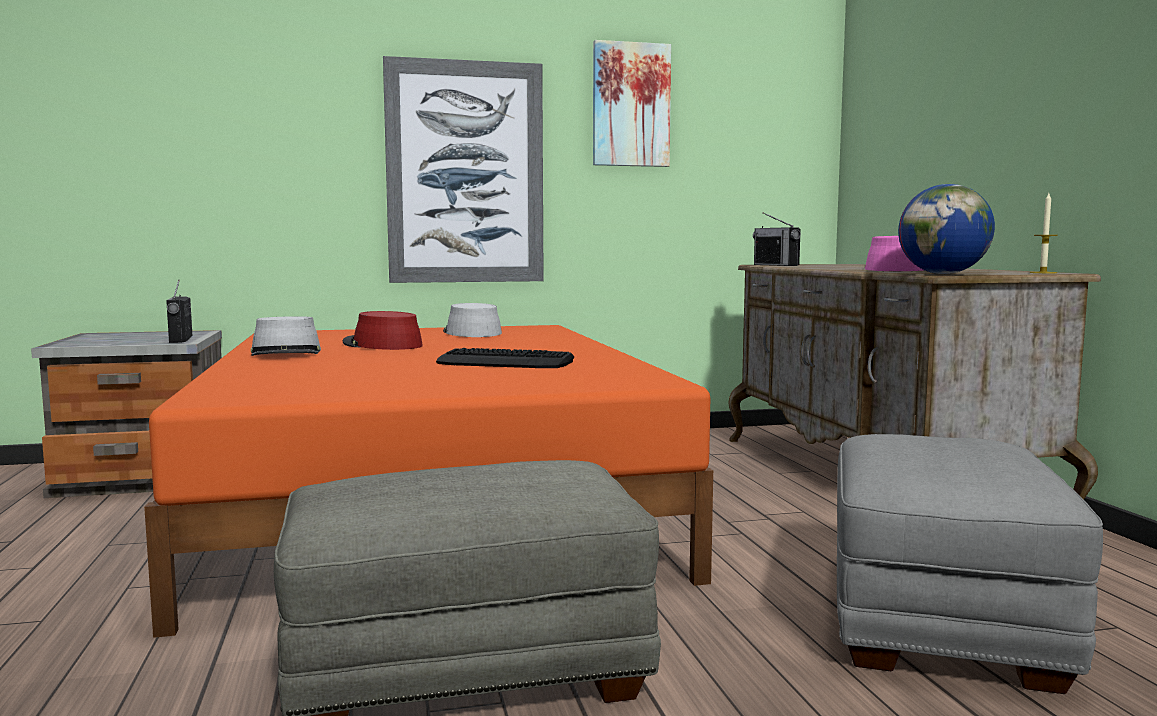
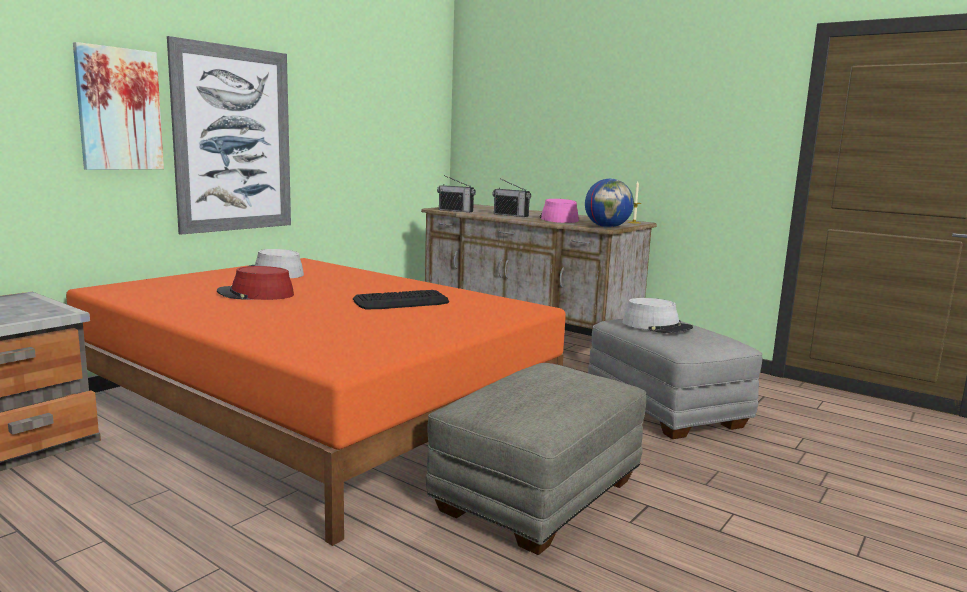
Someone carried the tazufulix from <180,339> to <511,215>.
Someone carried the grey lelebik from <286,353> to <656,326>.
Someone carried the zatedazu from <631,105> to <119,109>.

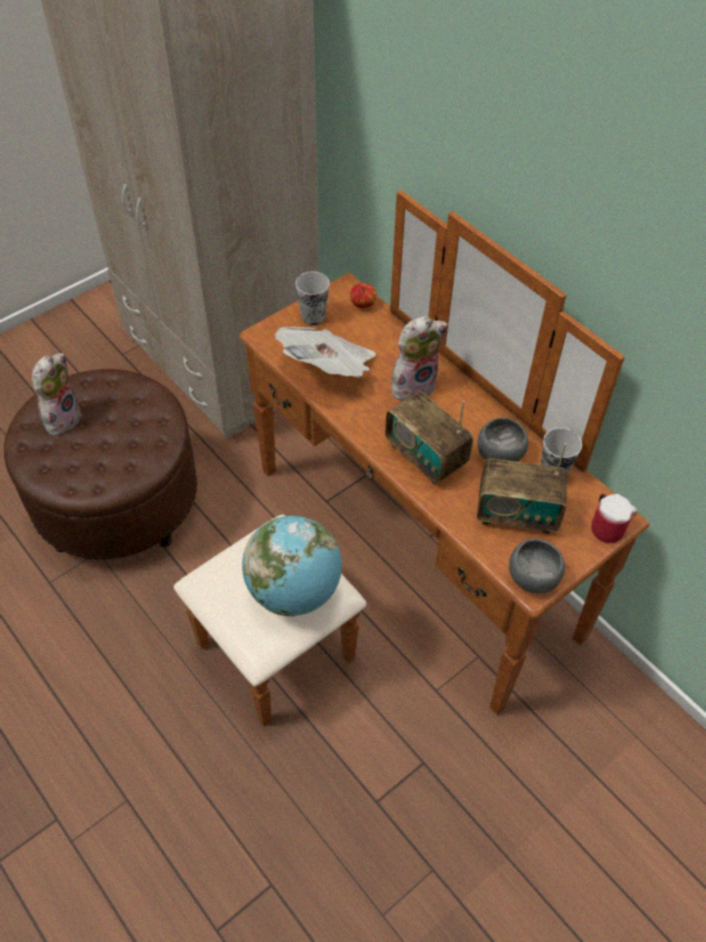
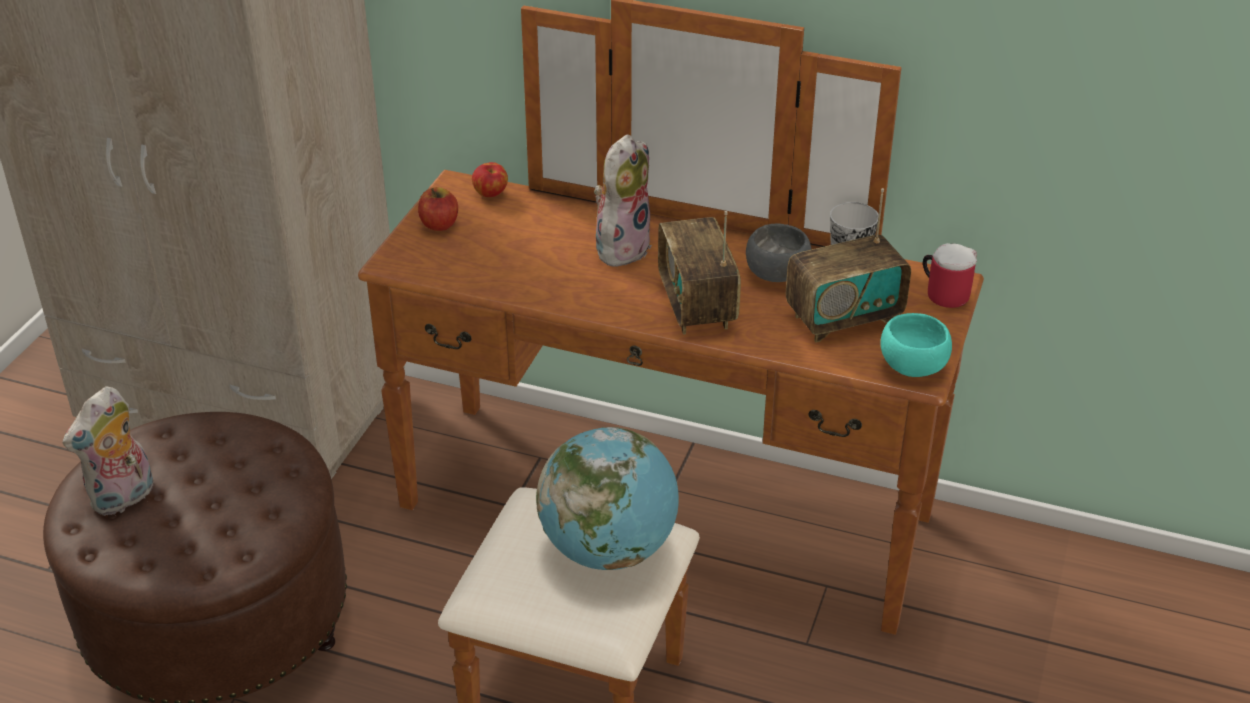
Someone rotated the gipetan at <61,417> by 135 degrees counterclockwise.
Someone took away the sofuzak at <328,368>.
Someone swapped the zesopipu at <313,316> for the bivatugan at <439,224>.
Someone rotated the tazufulix at <426,456> by 60 degrees clockwise.
Someone repainted the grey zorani at <532,578>, which became the turquoise zorani at <912,368>.

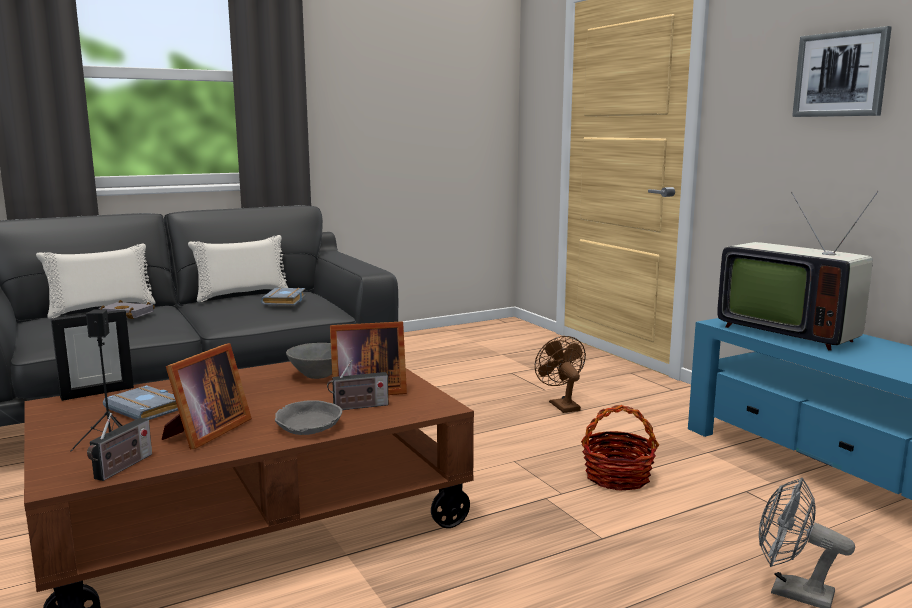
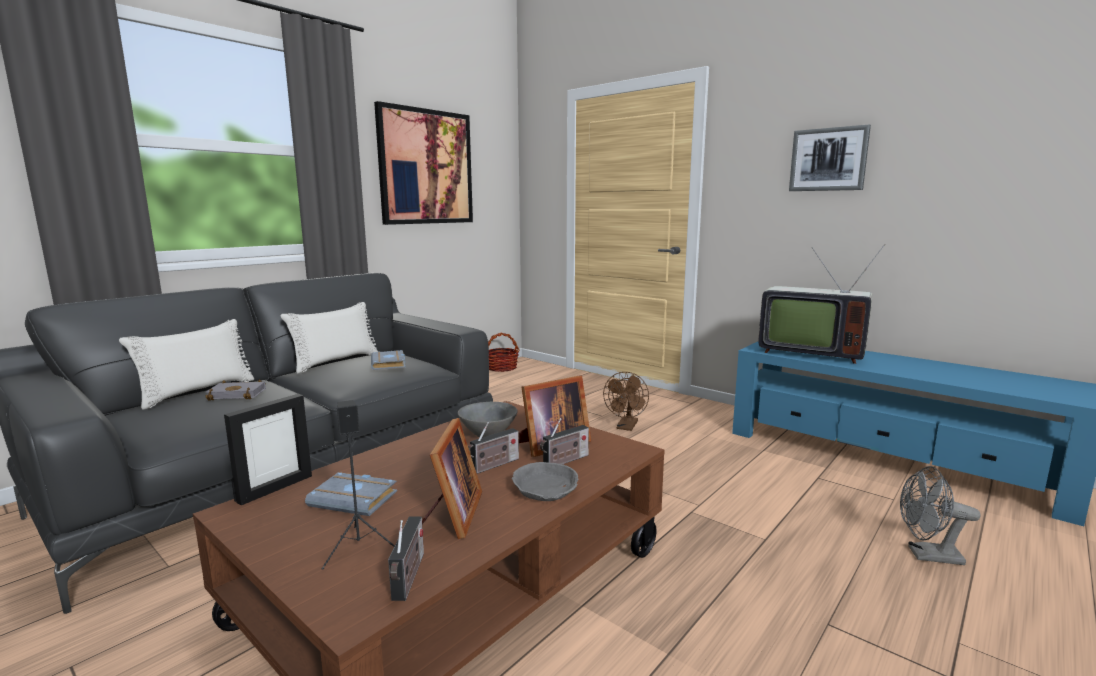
Someone rotated the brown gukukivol at <561,405> by 120 degrees counterclockwise.
Someone carried the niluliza from <617,477> to <501,368>.
Someone put up the zatedazu at <426,167>.
Someone put down the tazufulix at <493,466>.

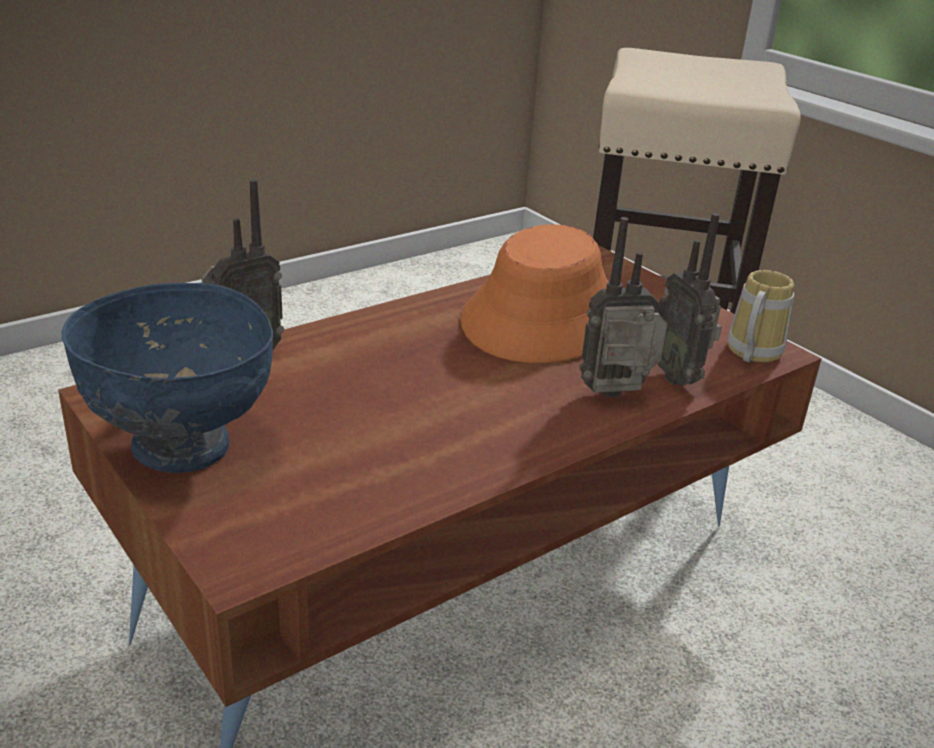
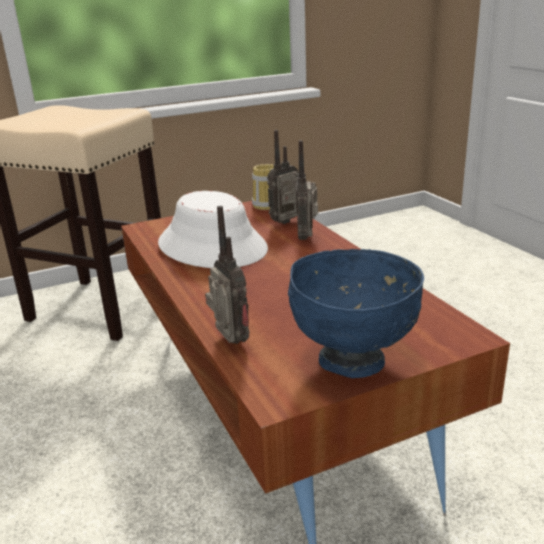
Someone repainted the orange lelebik at <544,318>, which became the white lelebik at <213,246>.
Someone rotated the tazufulix at <679,377> by 150 degrees clockwise.

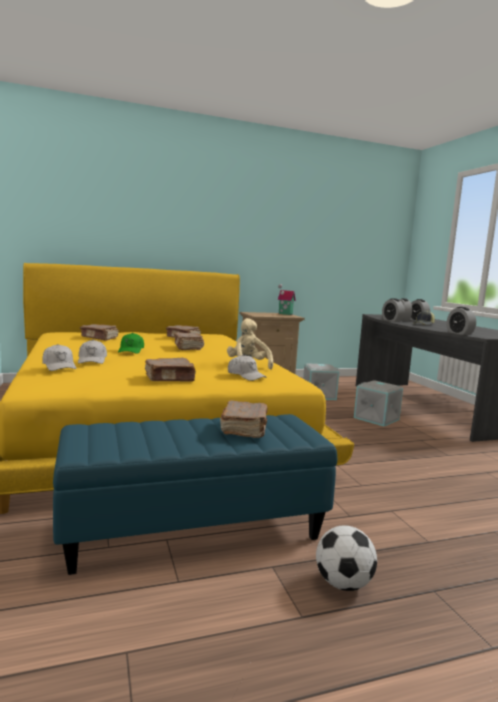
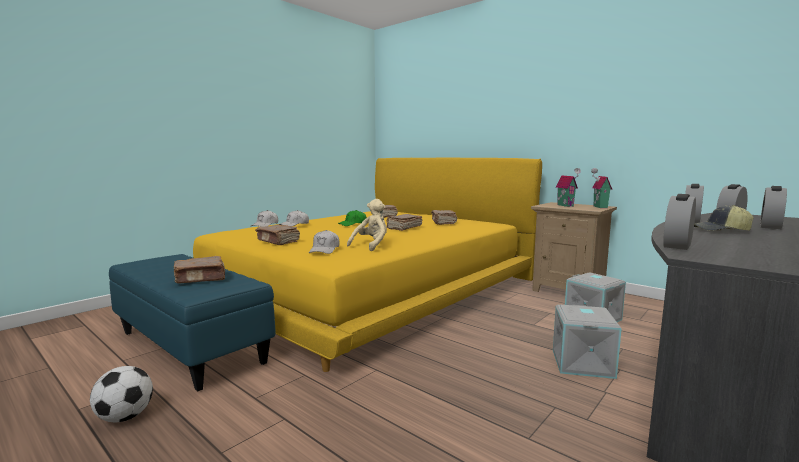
Someone put down the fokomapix at <566,205>.

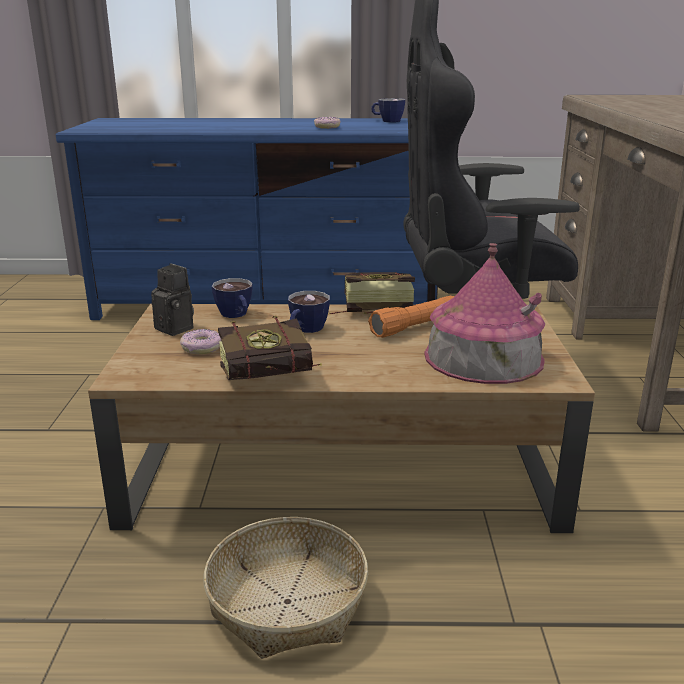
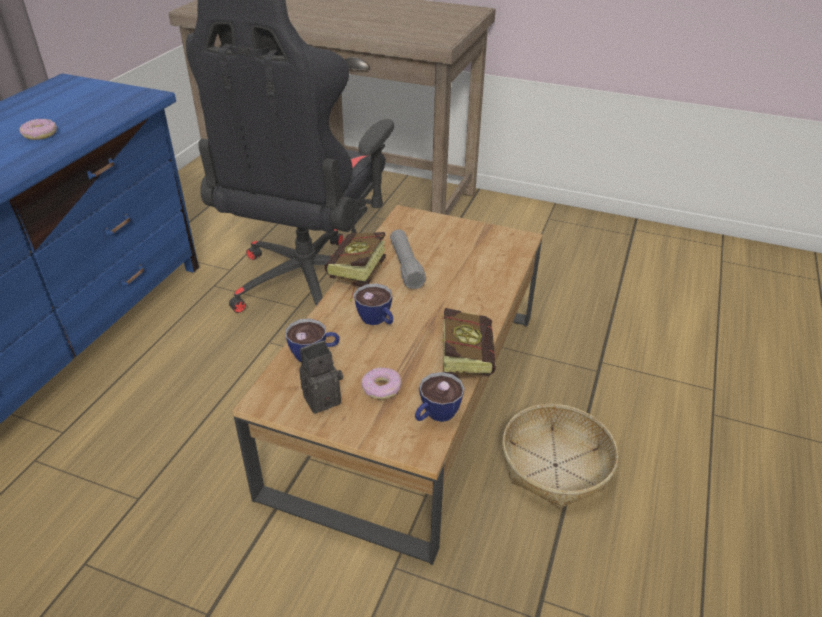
Someone repainted the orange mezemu at <415,327>, which became the grey mezemu at <406,266>.
Someone carried the zesopipu from <387,121> to <435,415>.
Someone took away the fokomapix at <483,357>.

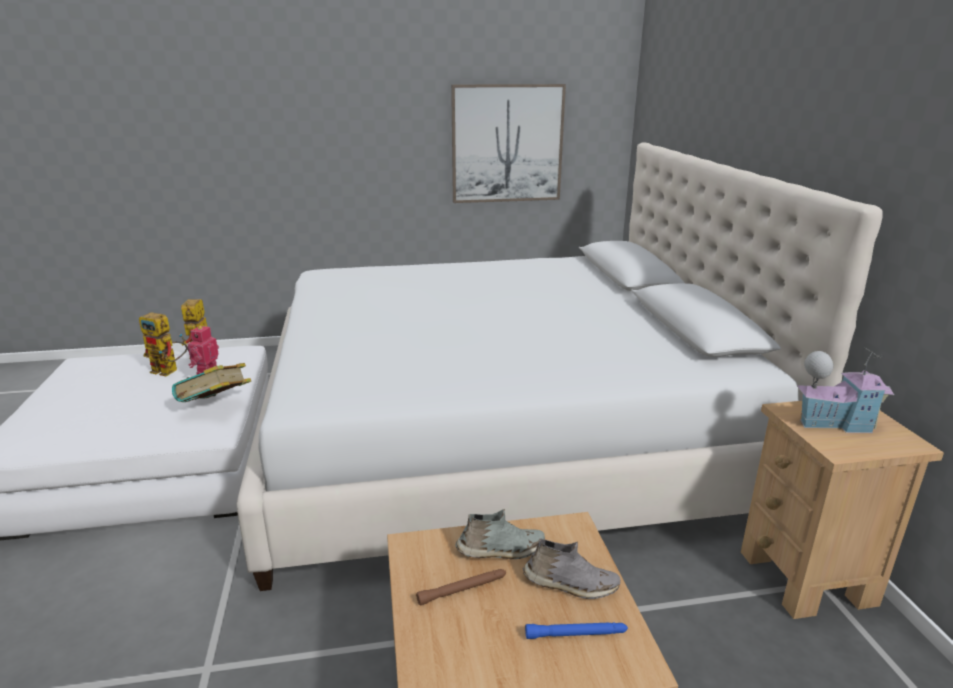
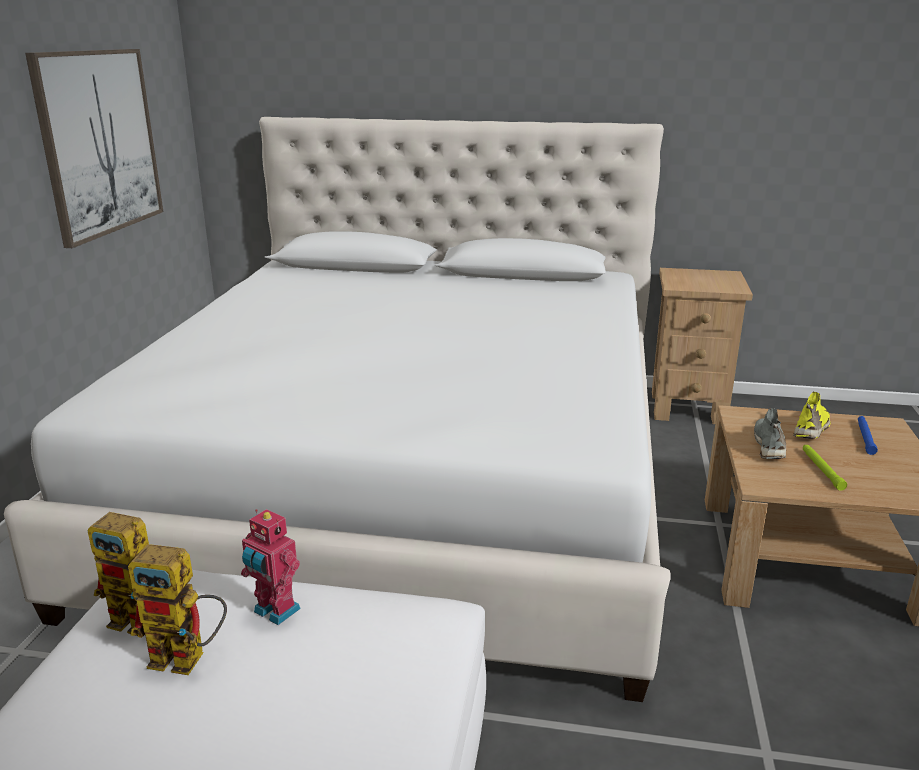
Someone rotated the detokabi at <170,371> by 60 degrees clockwise.
Someone took away the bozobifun at <216,406>.
Someone repainted the brown mezemu at <463,589>, which became the green mezemu at <821,469>.
Someone repainted the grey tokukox at <570,584>, which became the yellow tokukox at <811,429>.
Someone took away the fokomapix at <834,423>.

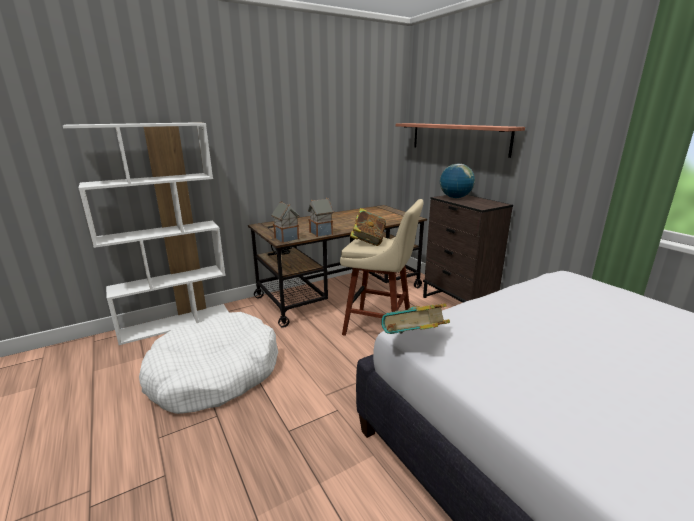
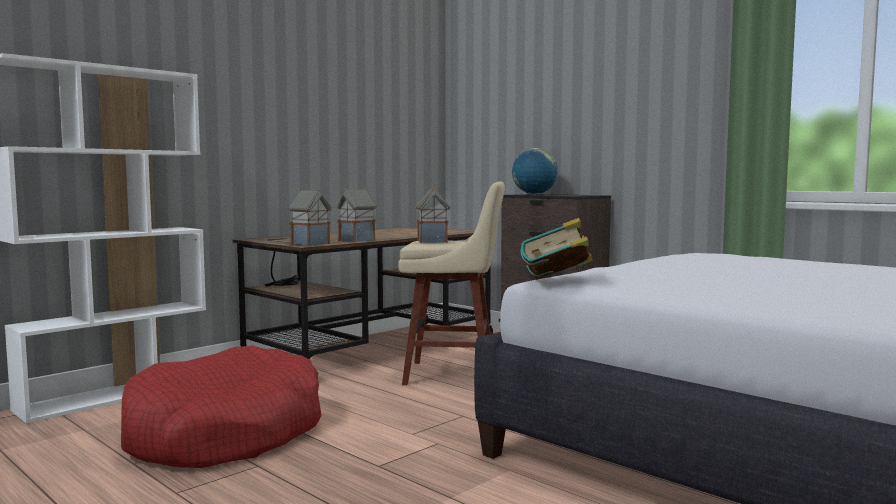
Someone repainted the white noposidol at <214,374>, which became the red noposidol at <224,433>.
Someone swapped the bozobifun at <368,241> for the fokomapix at <432,241>.
Someone took away the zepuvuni at <457,138>.

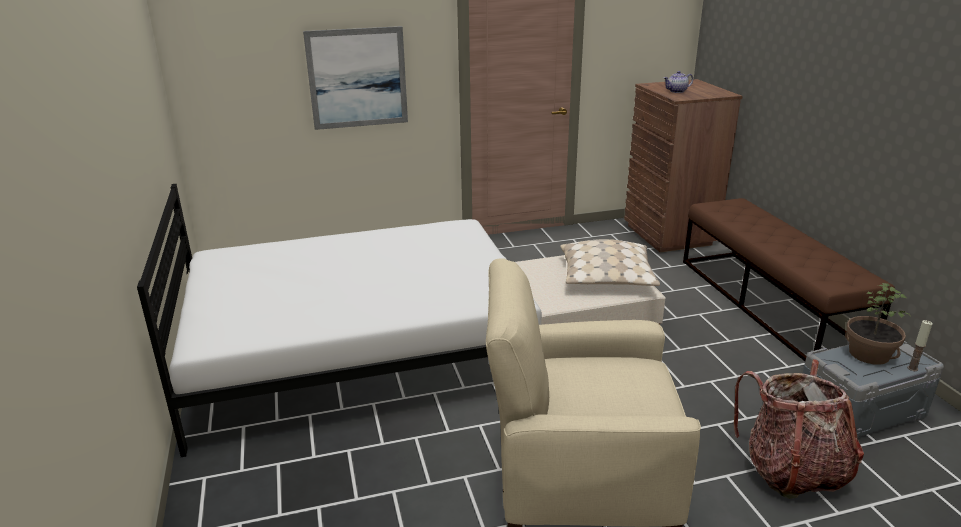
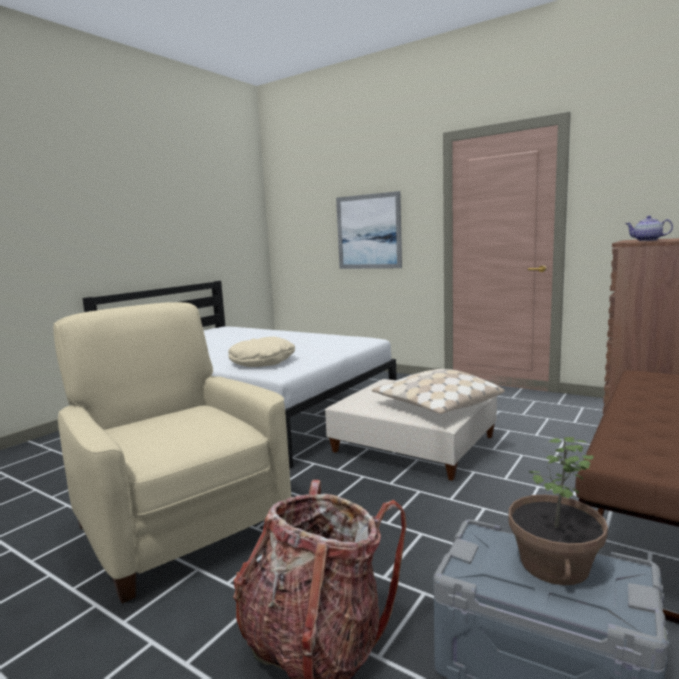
Someone took away the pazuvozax at <912,368>.
Someone put down the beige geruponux at <261,362>.

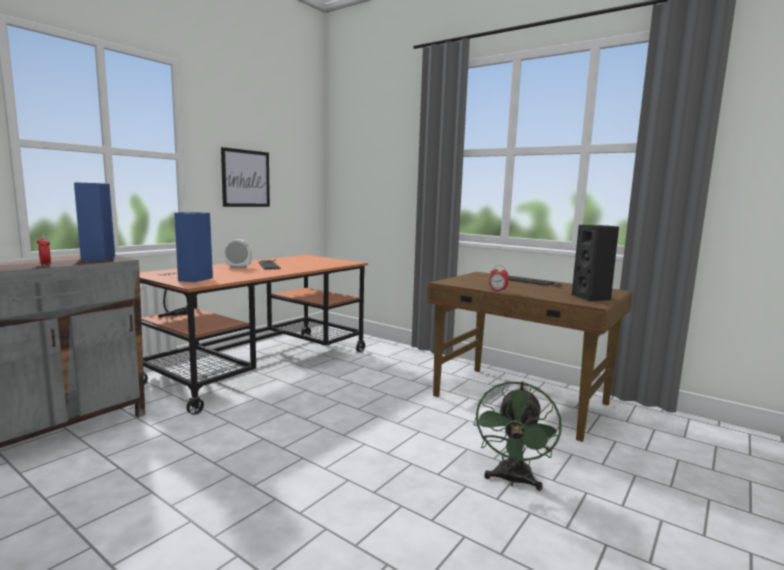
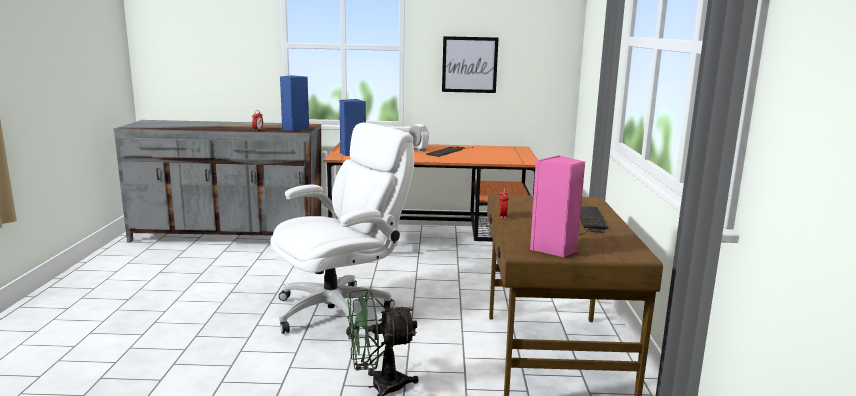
Someone repainted the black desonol at <592,298>, which became the pink desonol at <554,249>.
Someone put down the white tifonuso at <341,310>.

